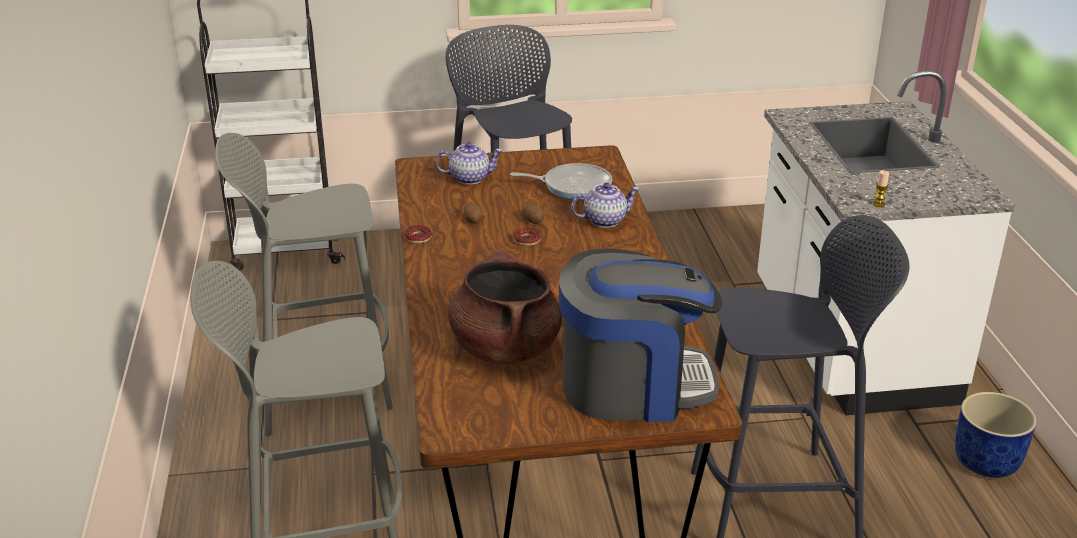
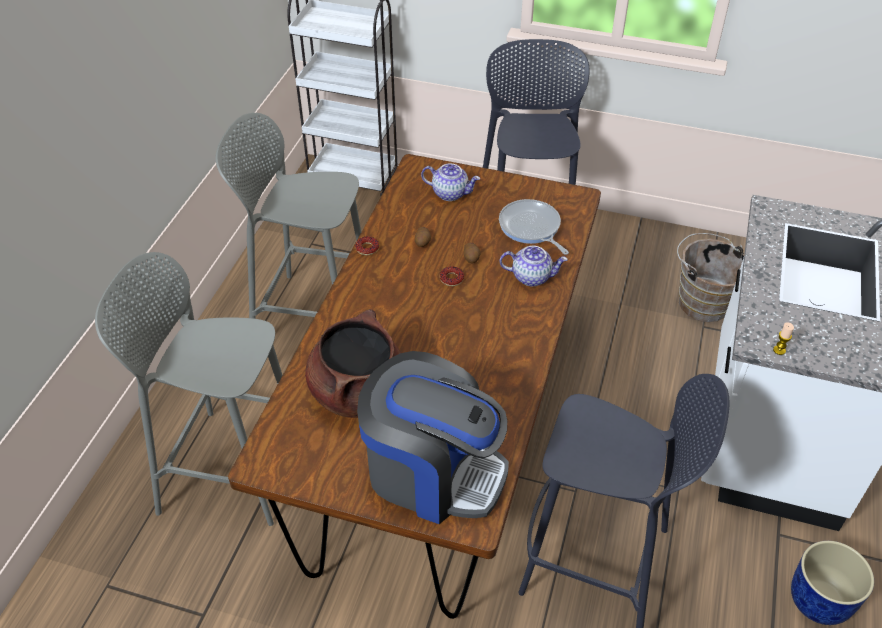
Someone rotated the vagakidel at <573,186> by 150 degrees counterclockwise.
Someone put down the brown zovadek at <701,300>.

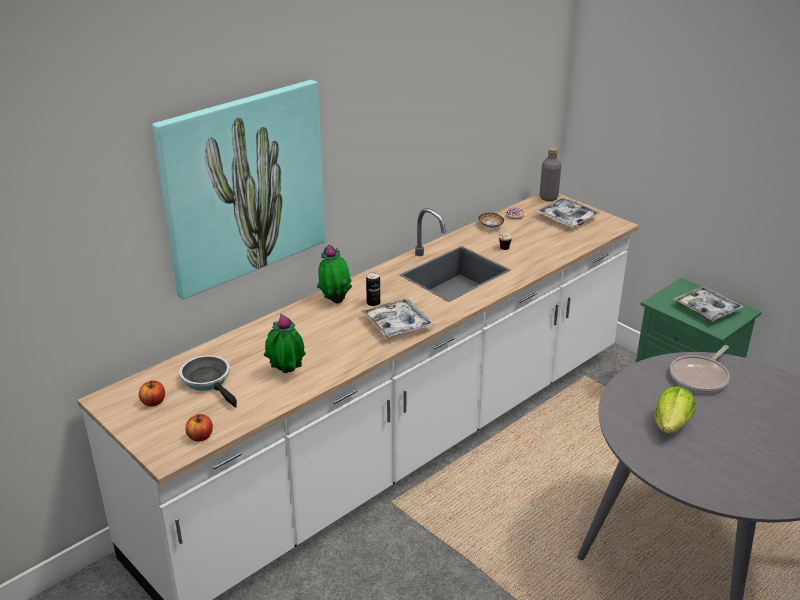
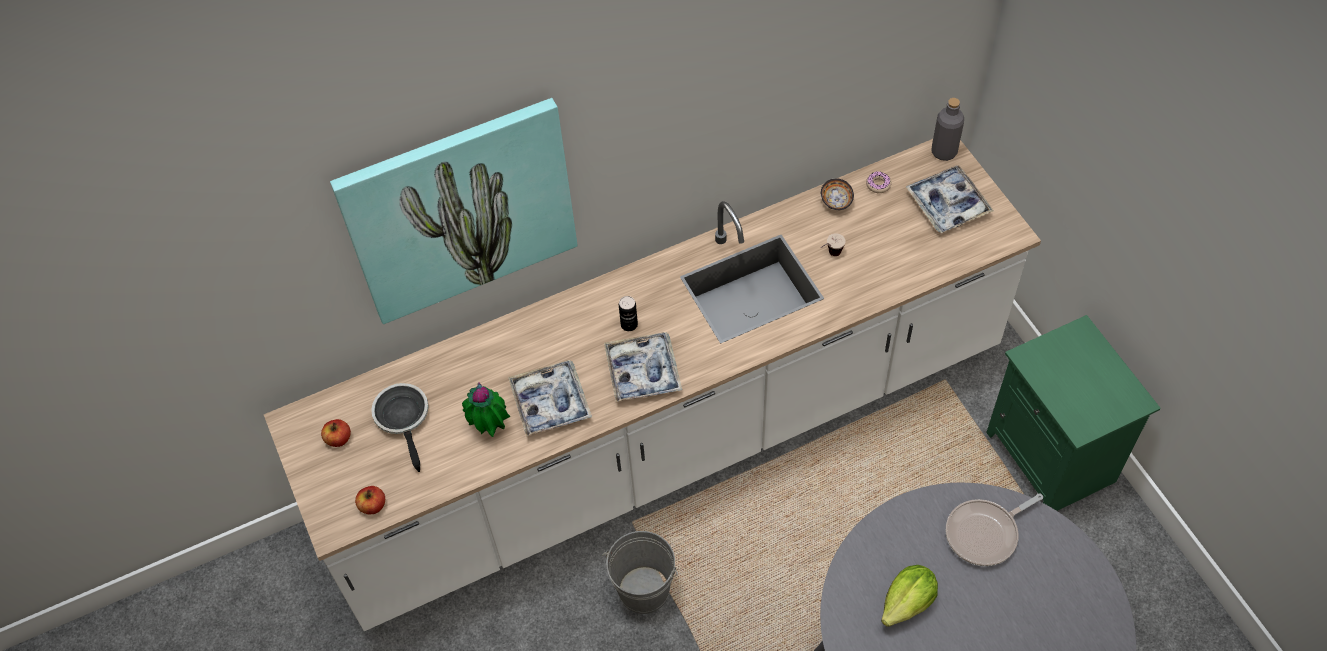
Someone took away the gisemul at <335,300>.
Someone carried the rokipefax from <707,309> to <550,402>.
Someone put down the grey zovadek at <643,590>.

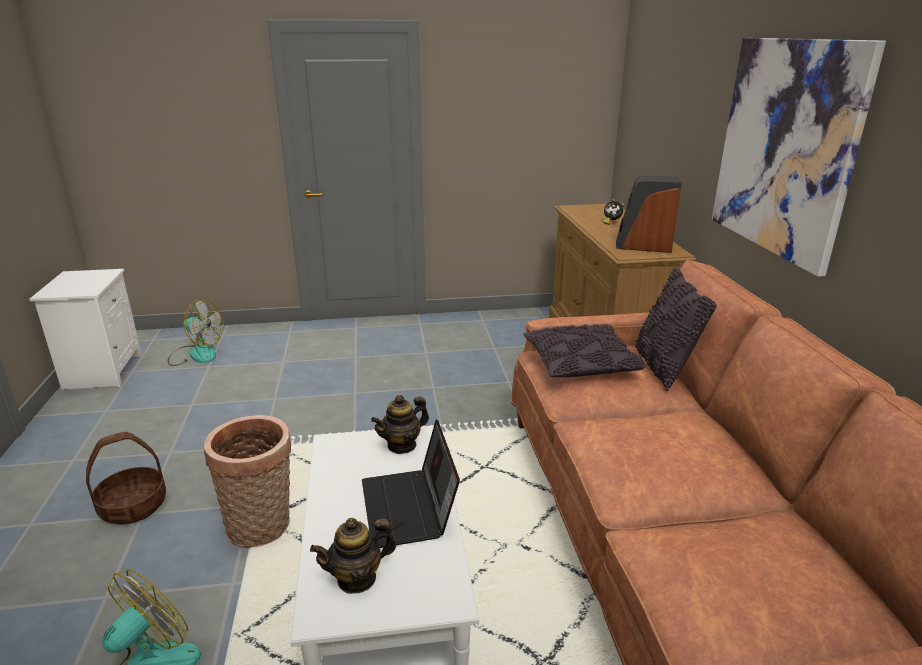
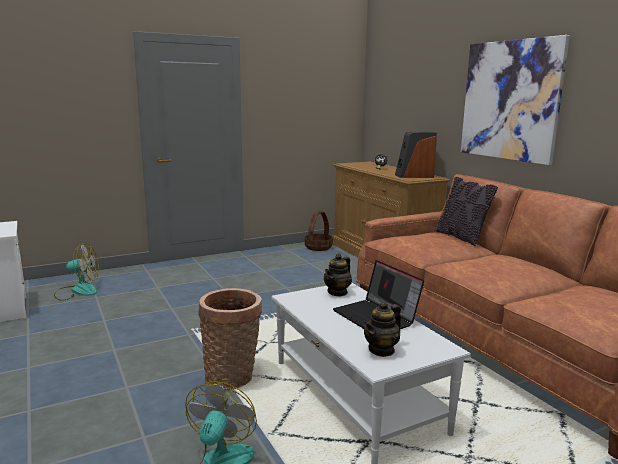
Someone carried the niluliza from <133,507> to <318,247>.
Someone took away the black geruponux at <580,364>.

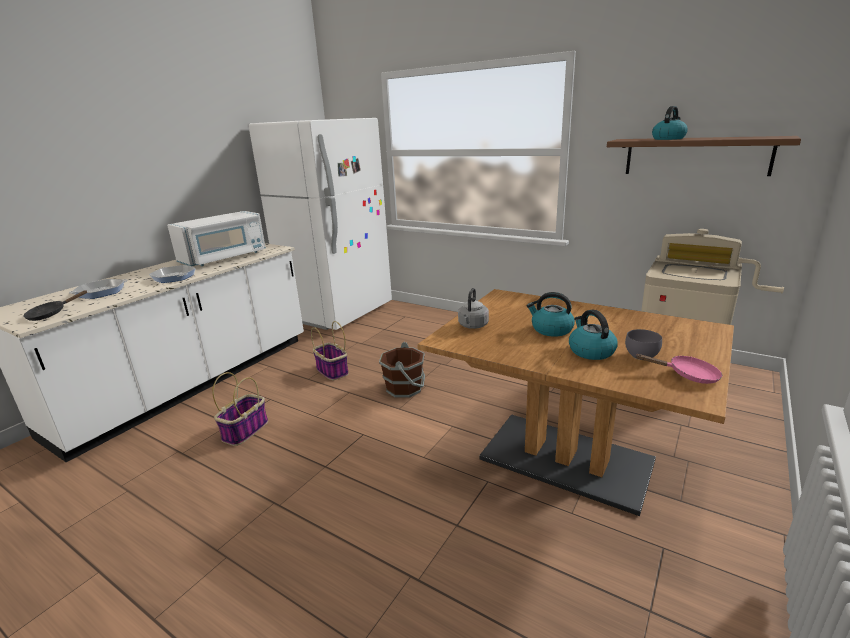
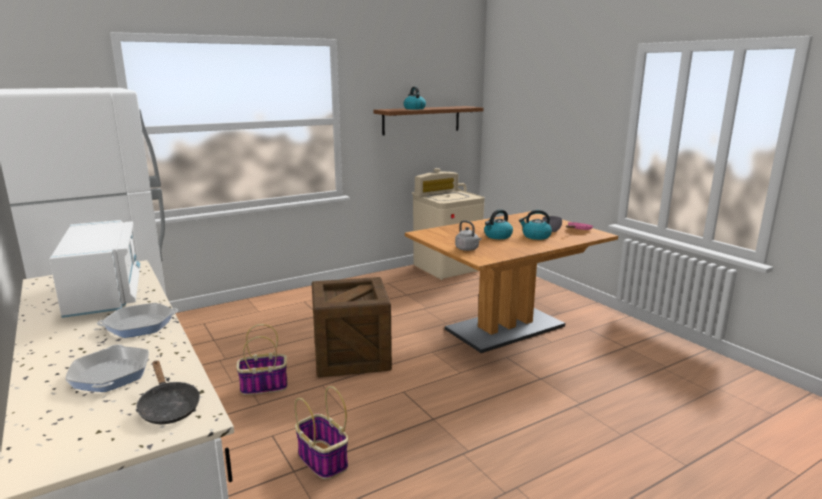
Someone swapped the brown zovadek at <405,388> for the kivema at <351,356>.

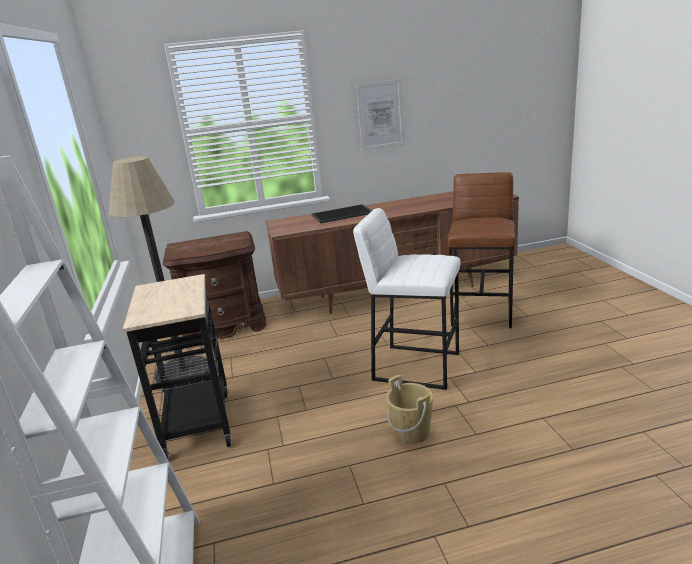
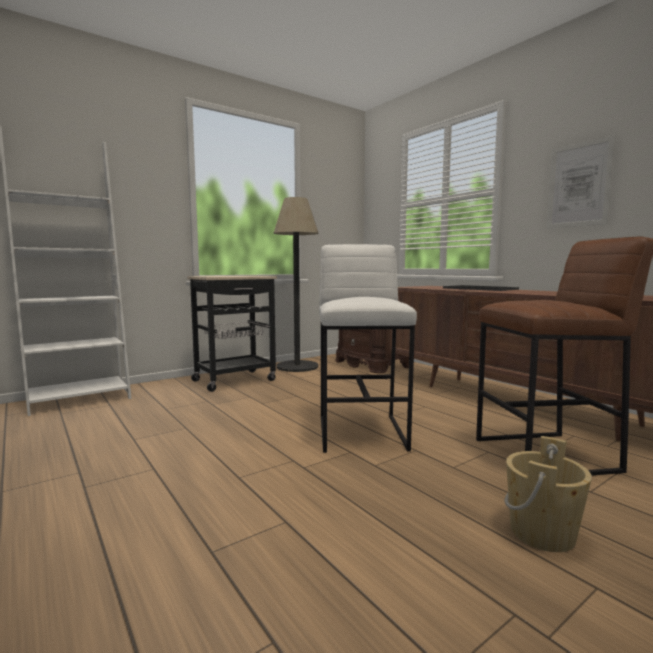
Someone carried the beige zovadek from <411,432> to <542,533>.

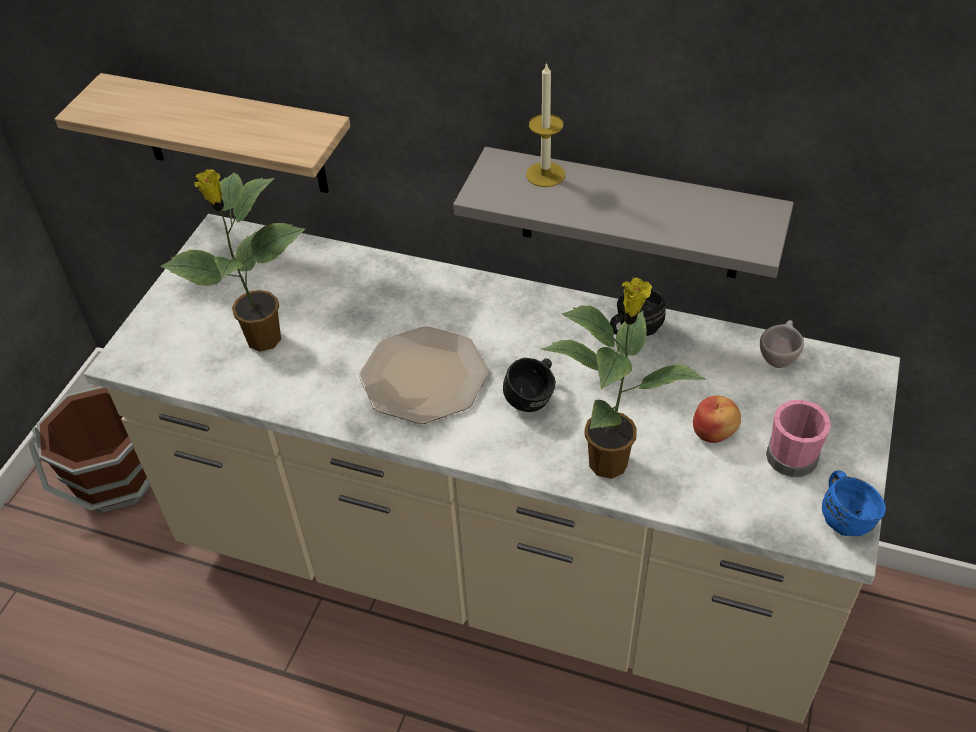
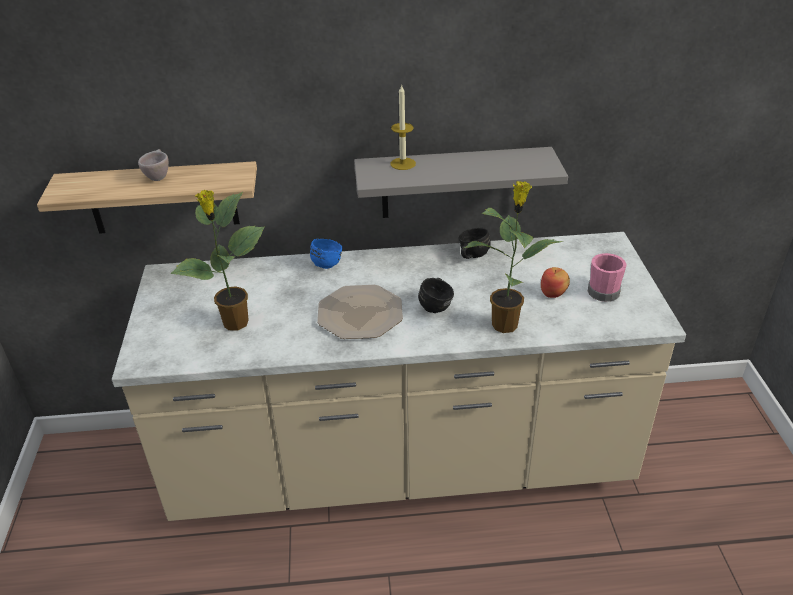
Someone took away the brown zovadek at <116,478>.
Someone carried the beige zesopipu from <778,357> to <158,176>.
Someone carried the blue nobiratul from <845,516> to <325,262>.

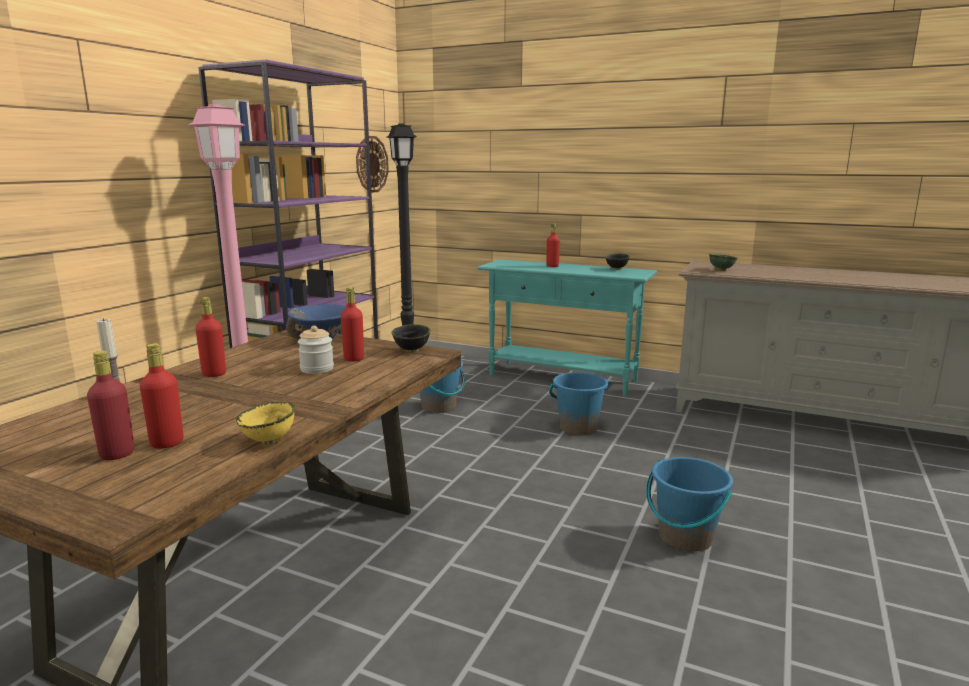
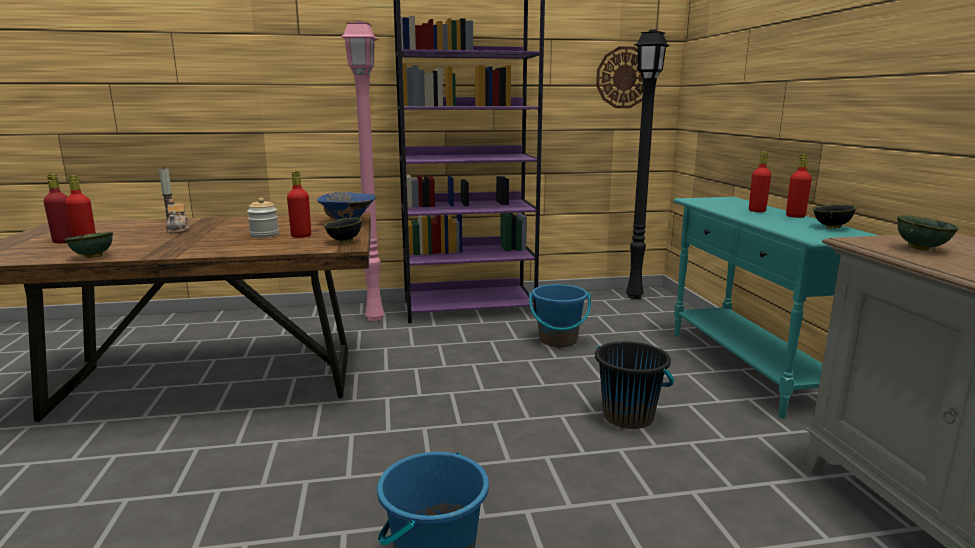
Someone carried the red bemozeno from <214,374> to <795,216>.
Someone repainted the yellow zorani at <270,441>, which became the green zorani at <92,257>.
Someone repainted the blue zovadek at <578,427>, which became the black zovadek at <628,416>.
Someone put down the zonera at <178,230>.

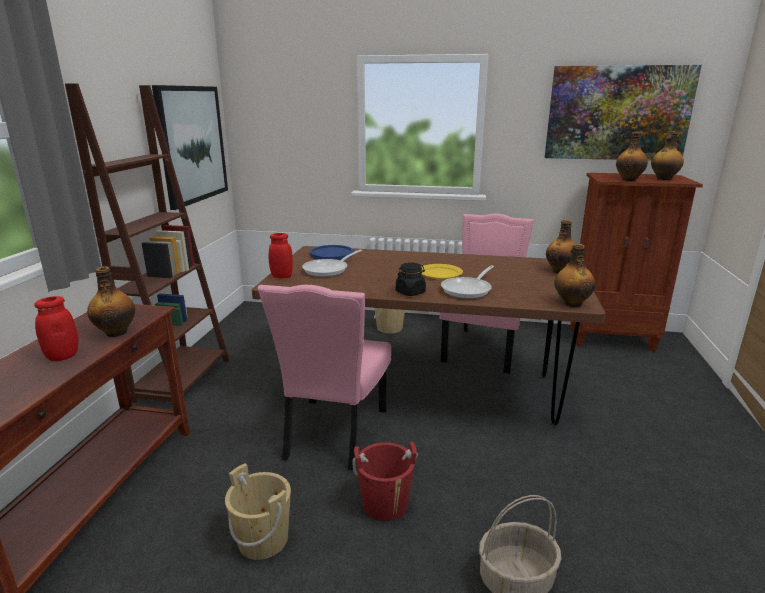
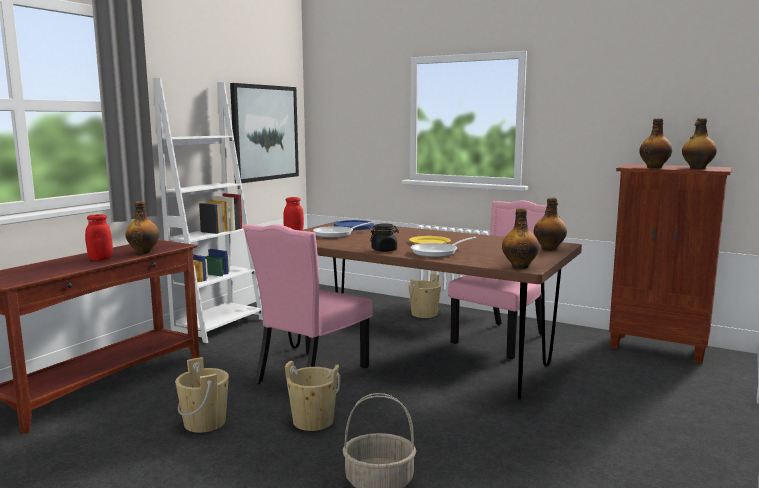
Someone repainted the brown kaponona at <182,380>, which became the white kaponona at <218,326>.
Someone repainted the red zovadek at <385,504>, which became the beige zovadek at <313,421>.
Someone took away the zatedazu at <617,113>.

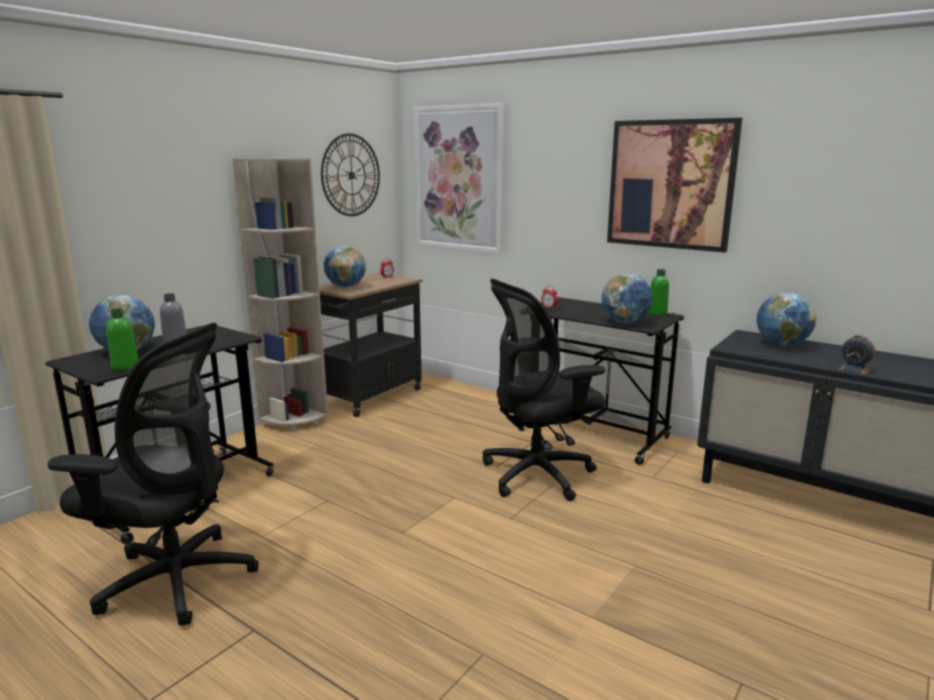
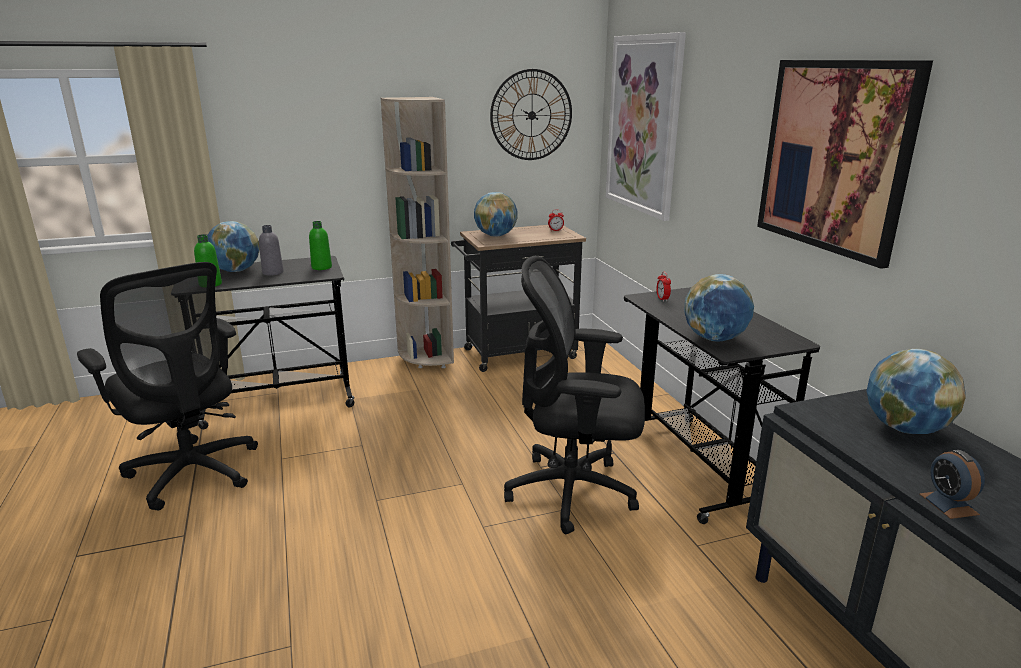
Someone carried the green bemozeno from <657,313> to <321,267>.

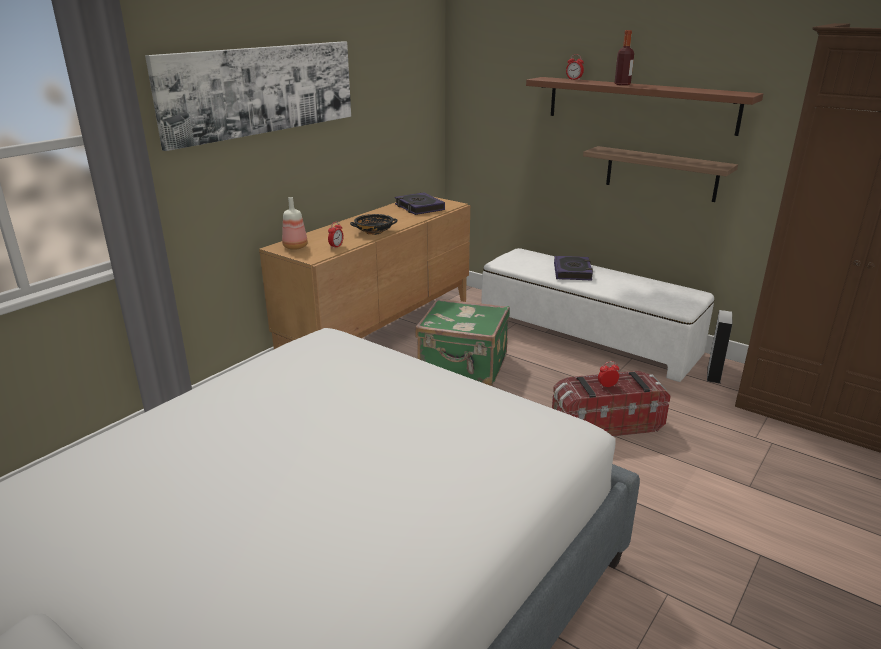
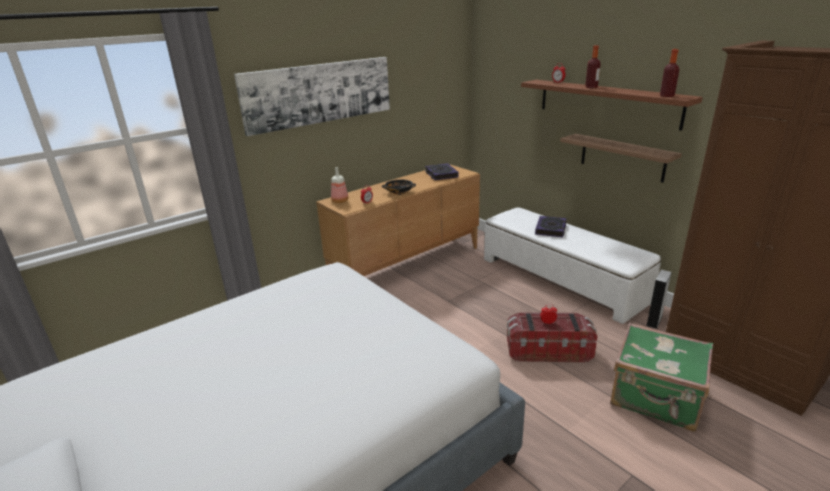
Someone carried the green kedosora from <463,366> to <656,398>.
Someone put down the bemozeno at <666,96>.

